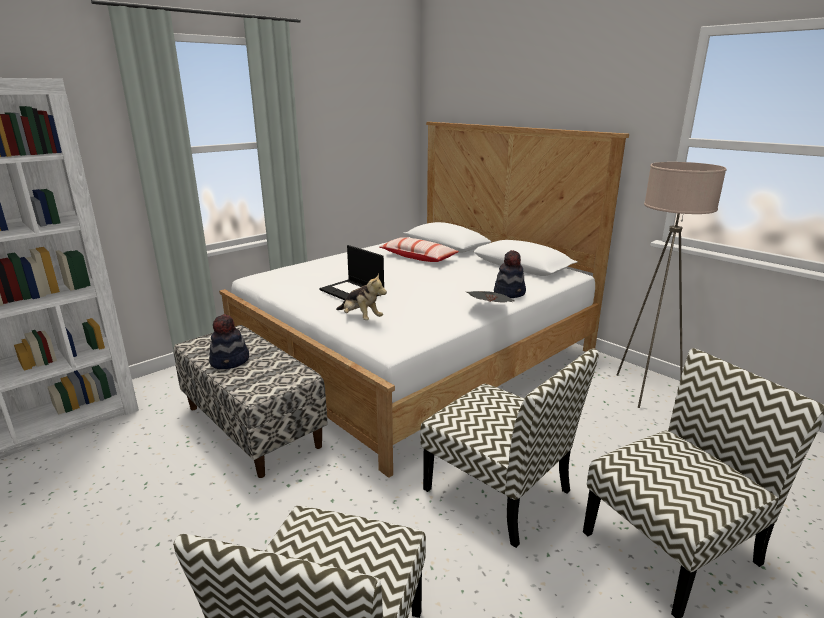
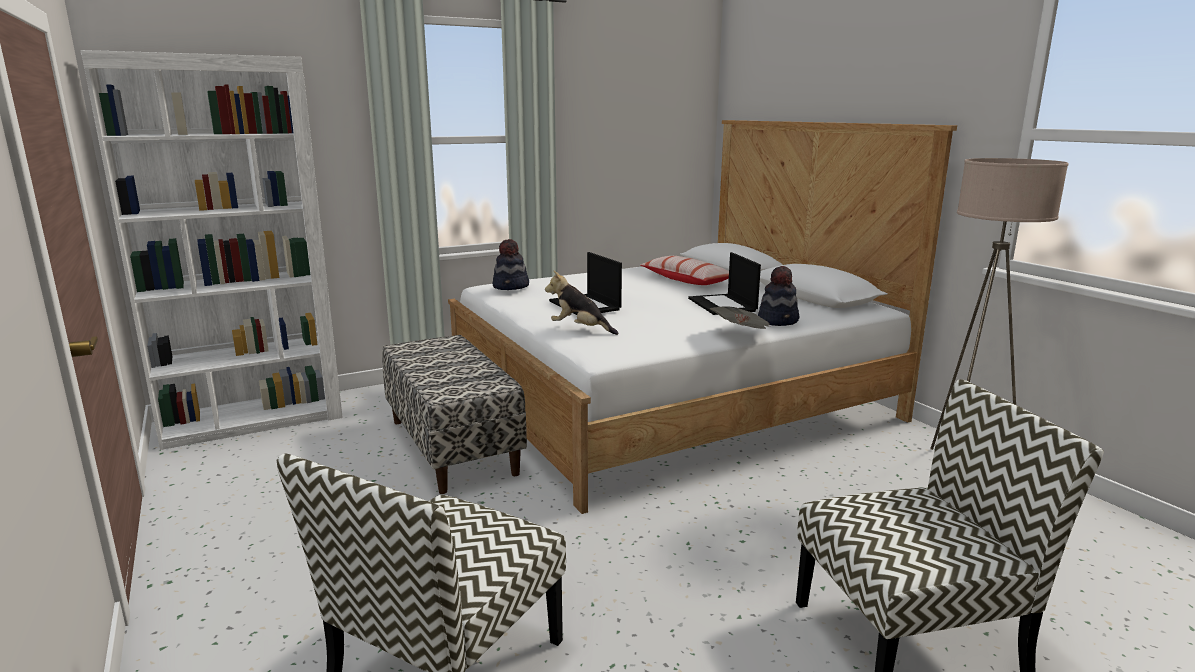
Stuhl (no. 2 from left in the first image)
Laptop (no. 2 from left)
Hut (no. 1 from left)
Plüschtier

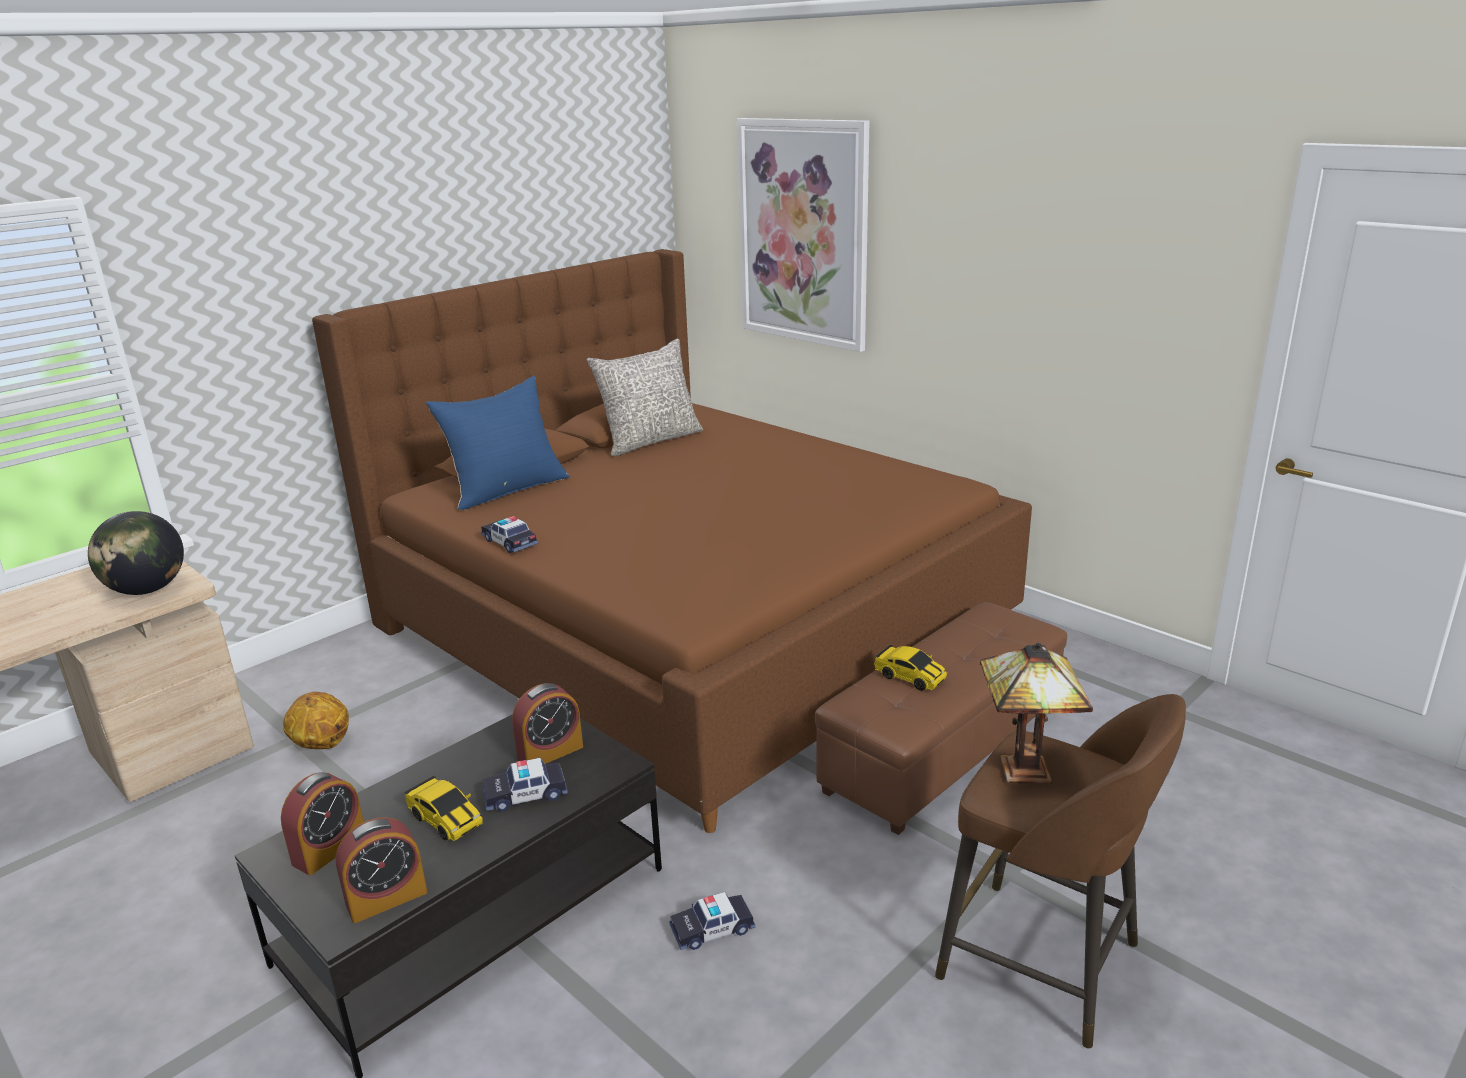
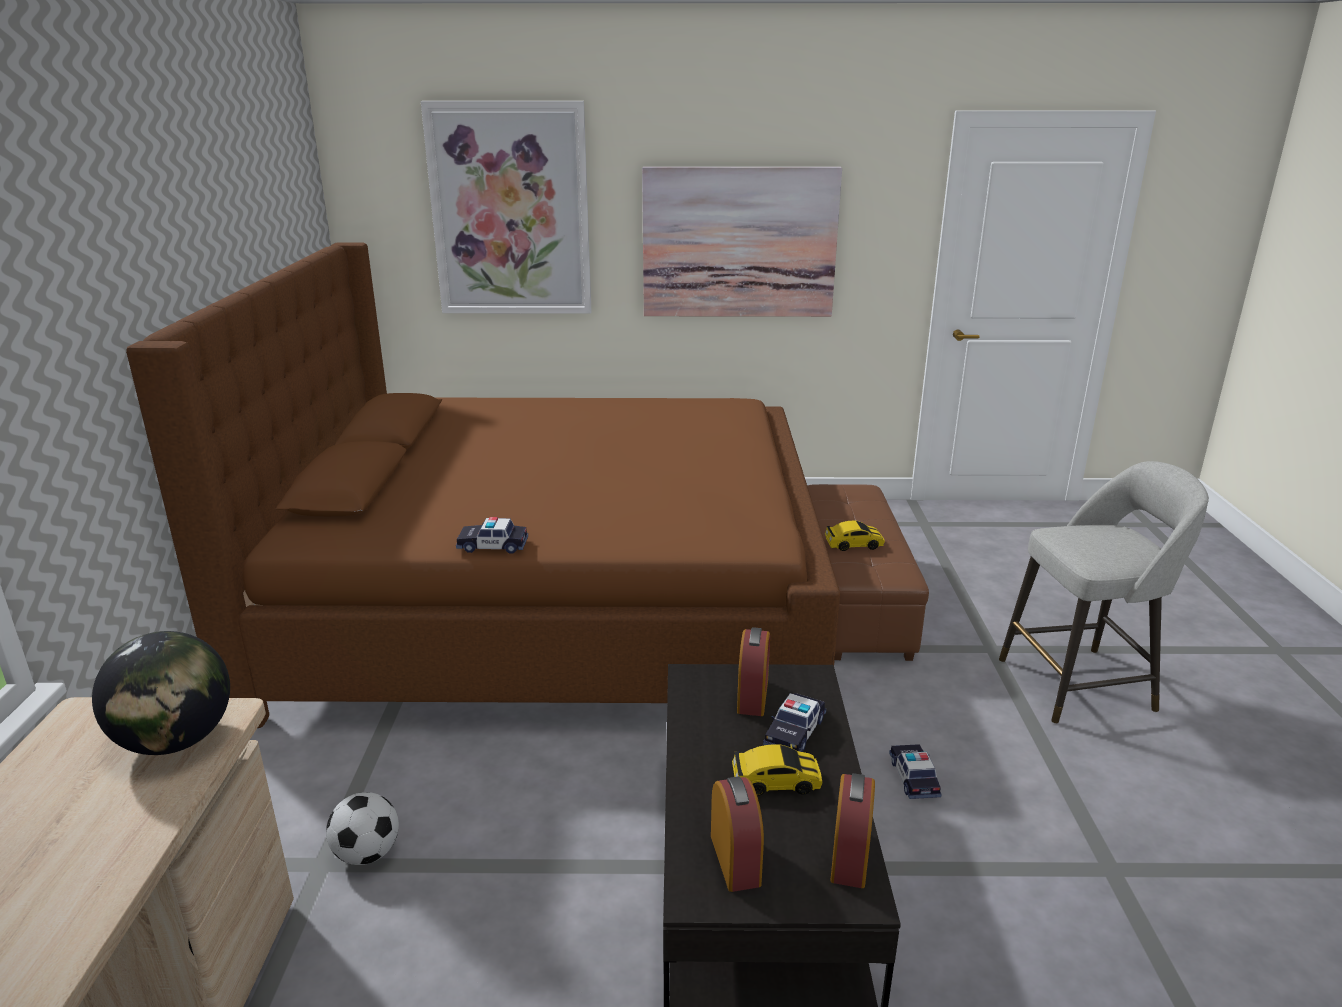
Kissen (blau)
Kissen (grau)
Tischlampe
Bild (no. 2 from left)
Fußball
Hocker (grau)
Spielzeugauto (no. 5 from left)

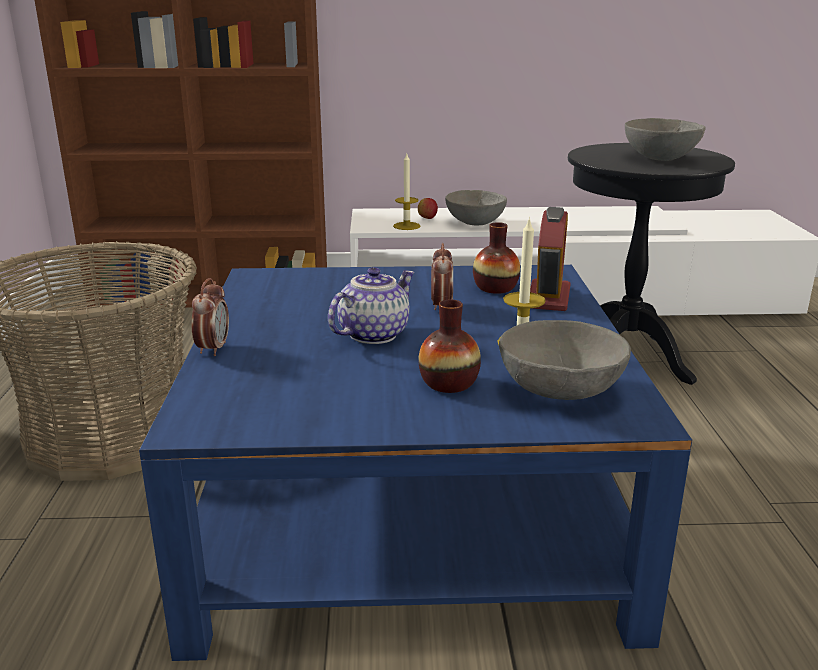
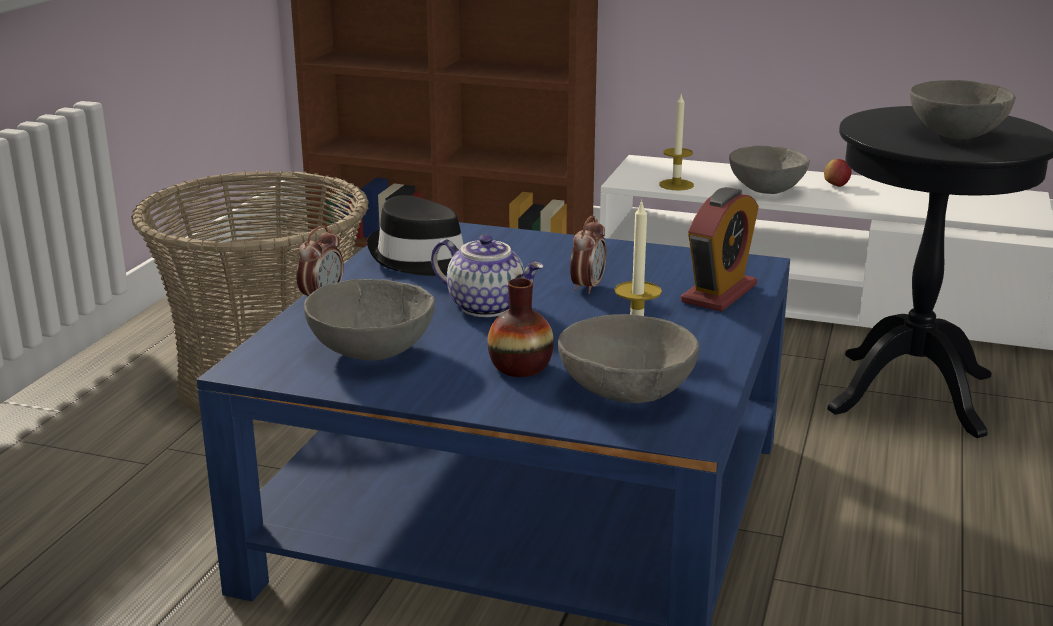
Vase (no. 2 from left in the first image)
Schüssel (grau) (no. 1 from left)
Hut (schwarz)
Apfel
Teekanne

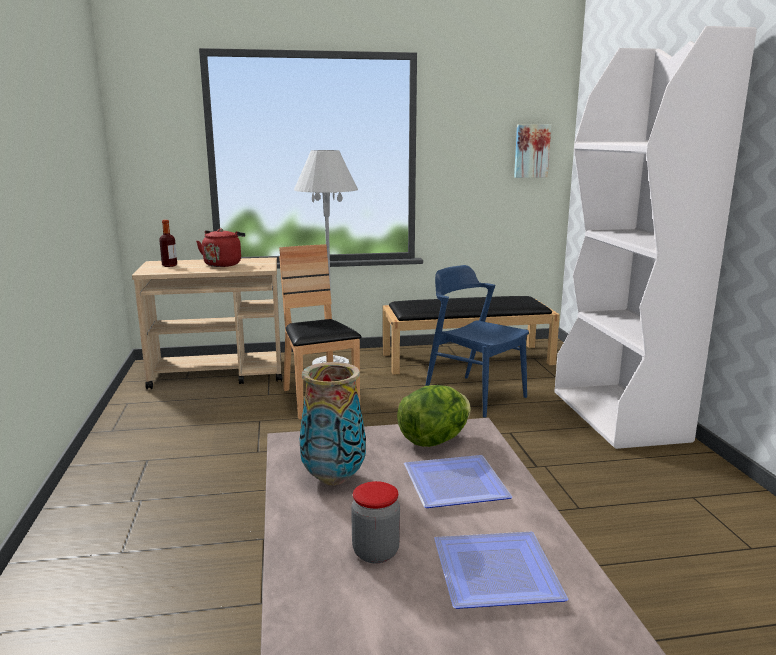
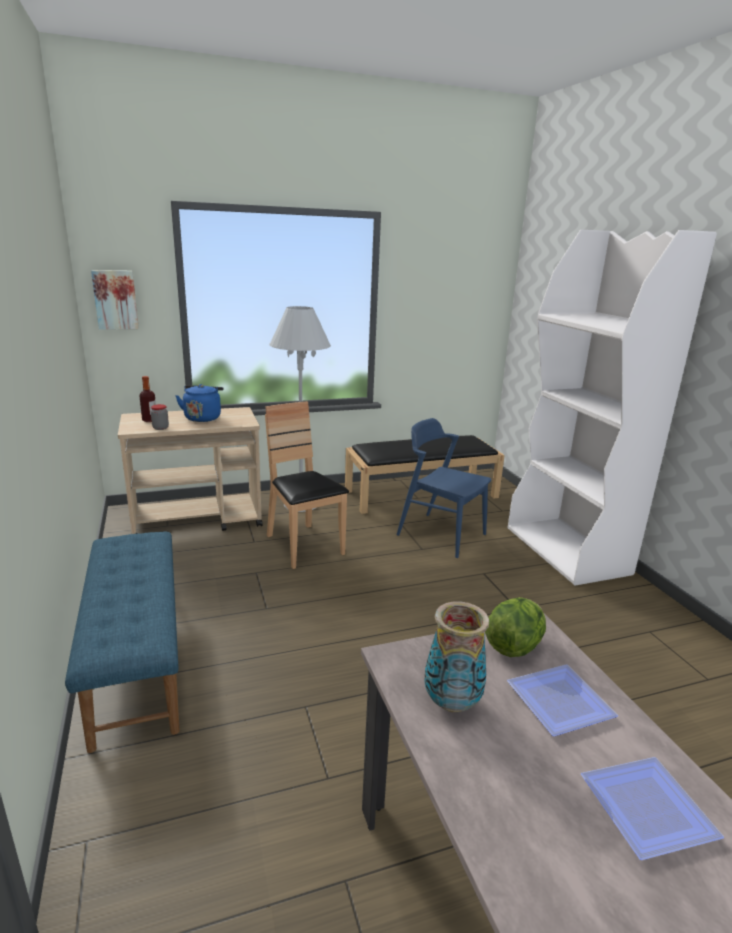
Bank (blau)
Vorratsglas
Bild
Wasserkessel (blau)

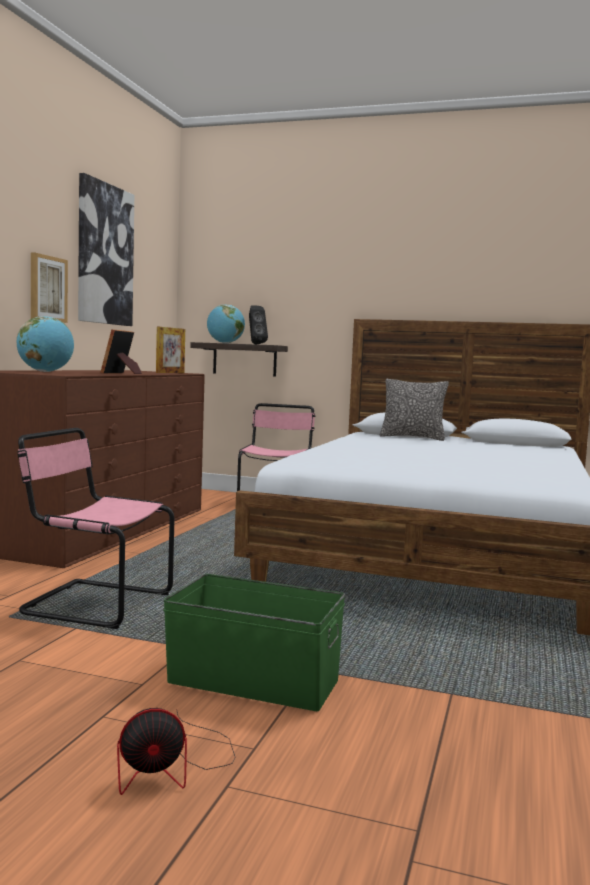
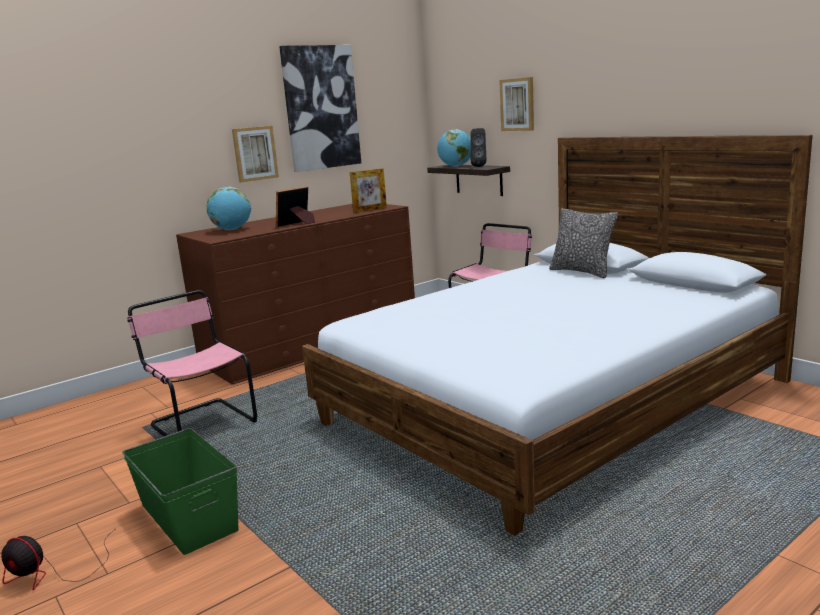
Bild (no. 3 from left)

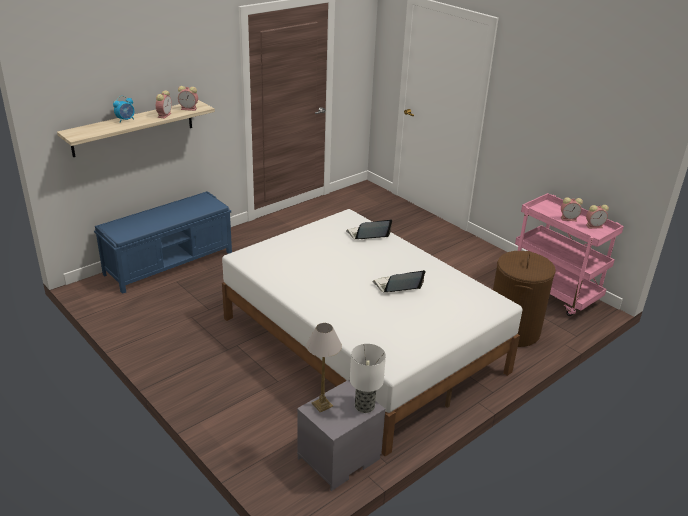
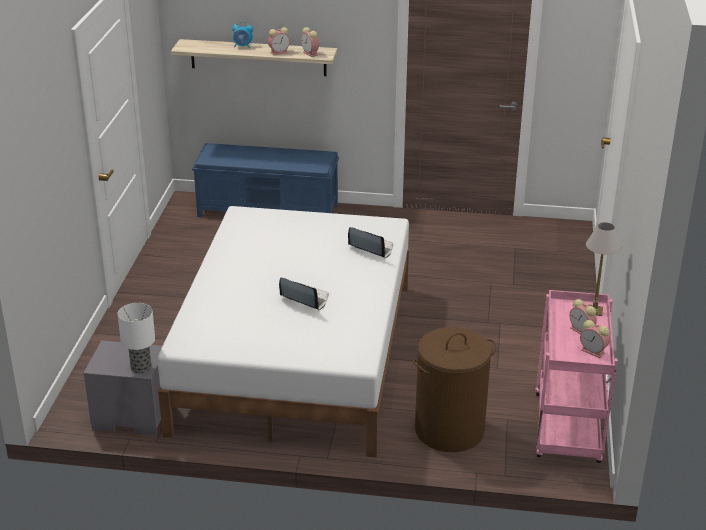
Tischlampe (no. 2 from left)

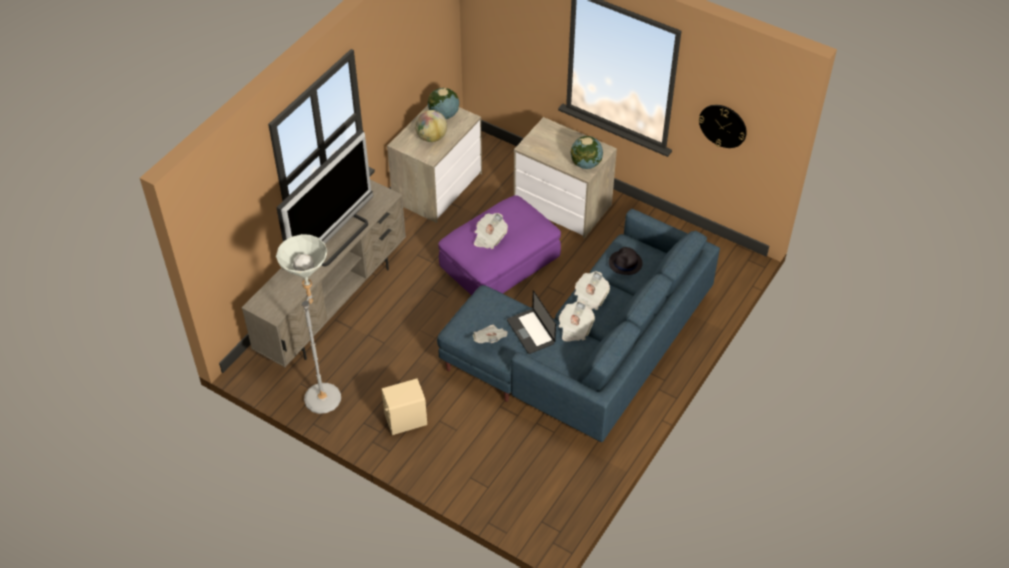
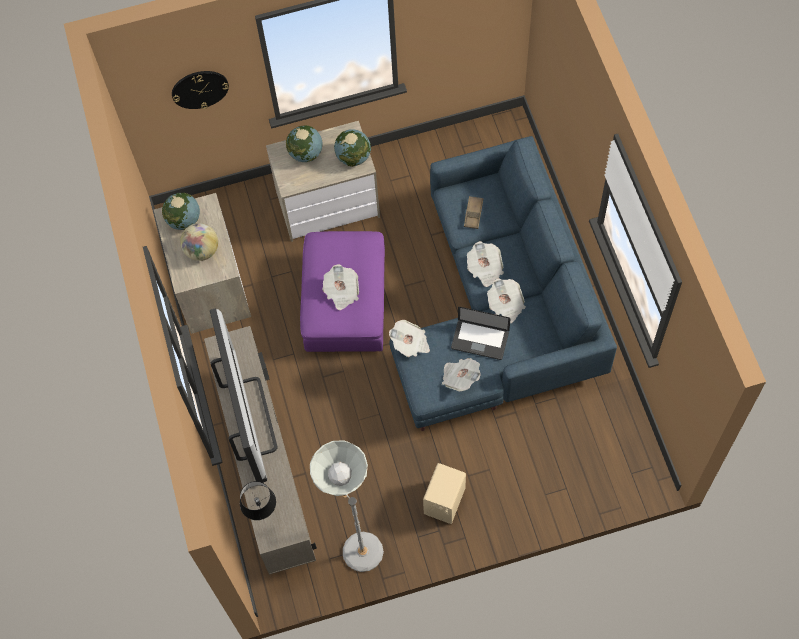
Tischlampe (schwarz)
Globus (no. 3 from left)
Zeitung (no. 2 from left)
Wanduhr
Tablett (braun)

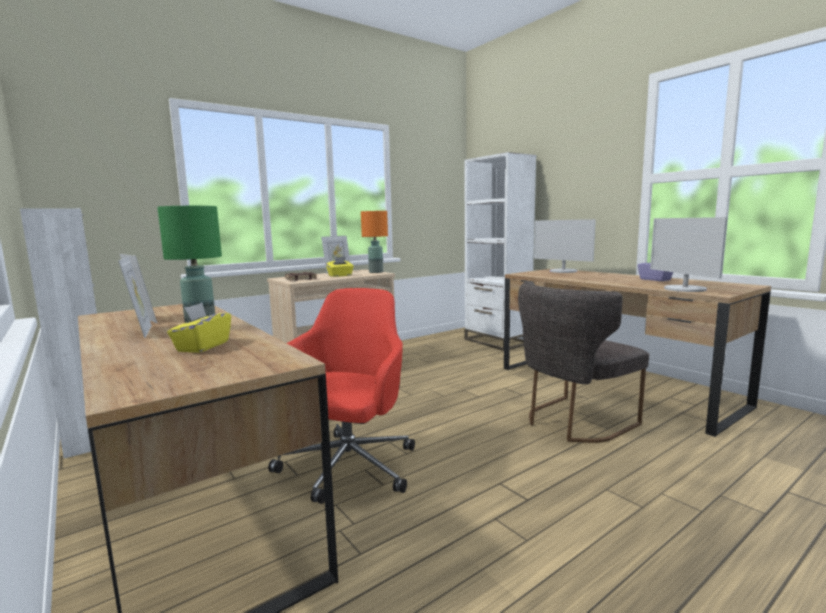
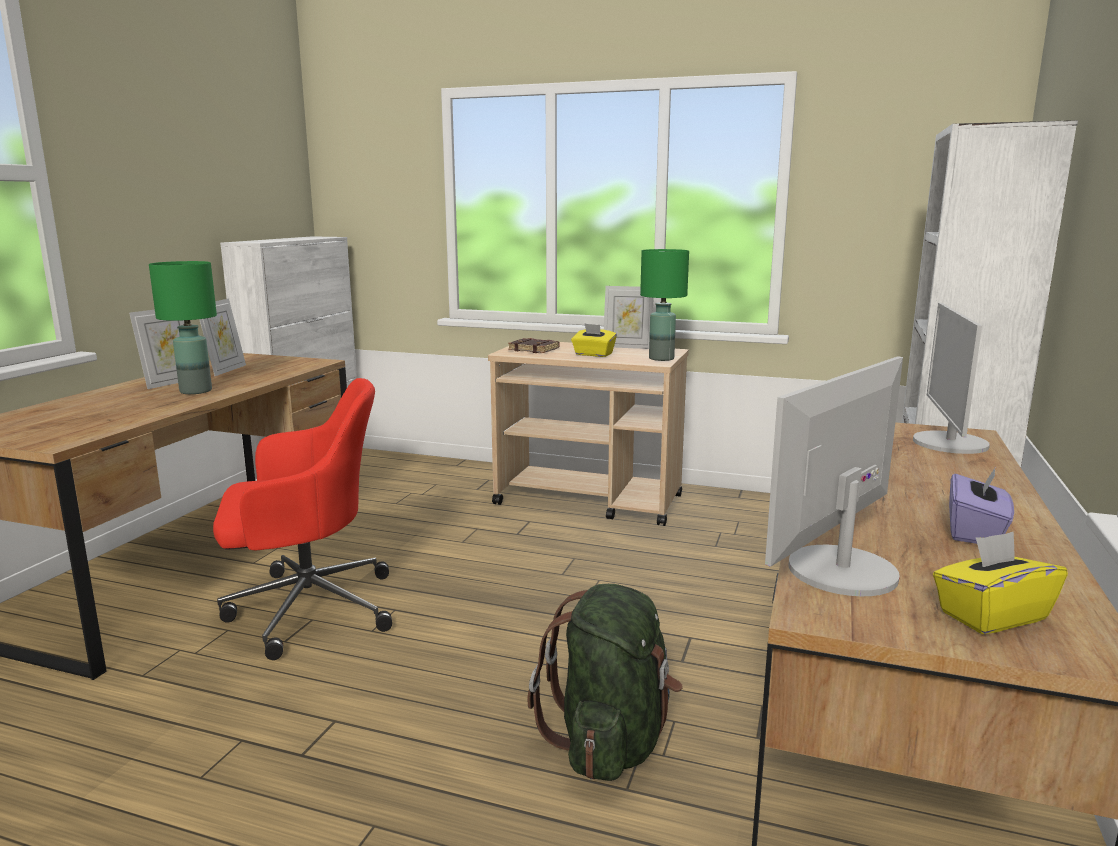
Taschentuchbox (gelb) (no. 2 from left)
Rucksack (grün)
Tischlampe (grün) (no. 2 from left)

